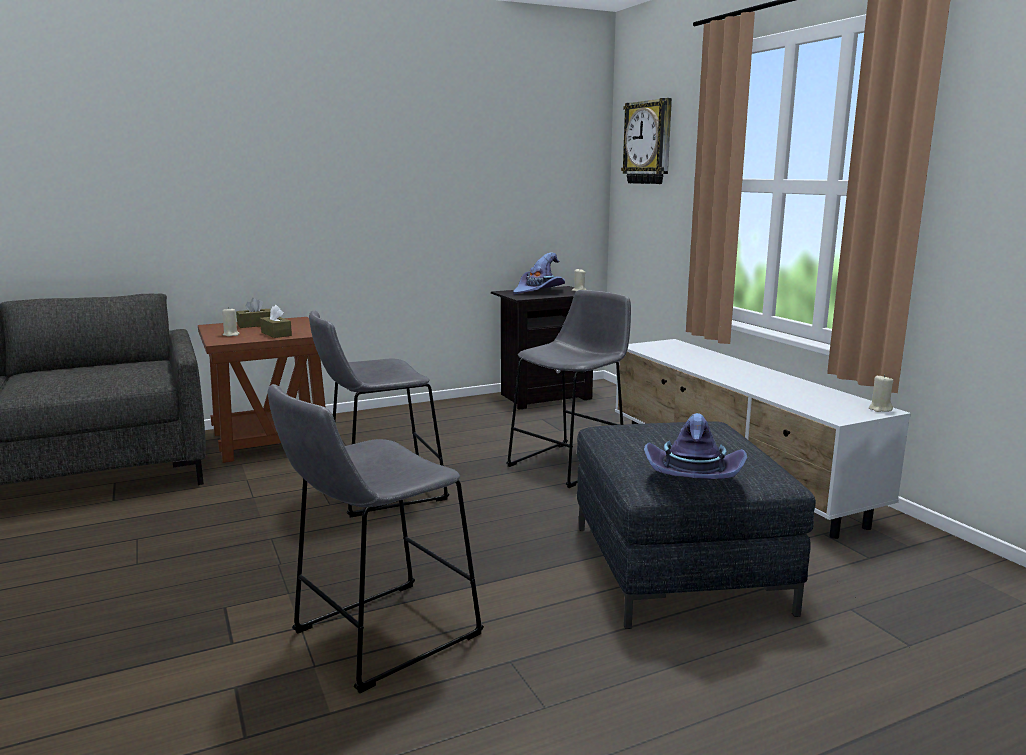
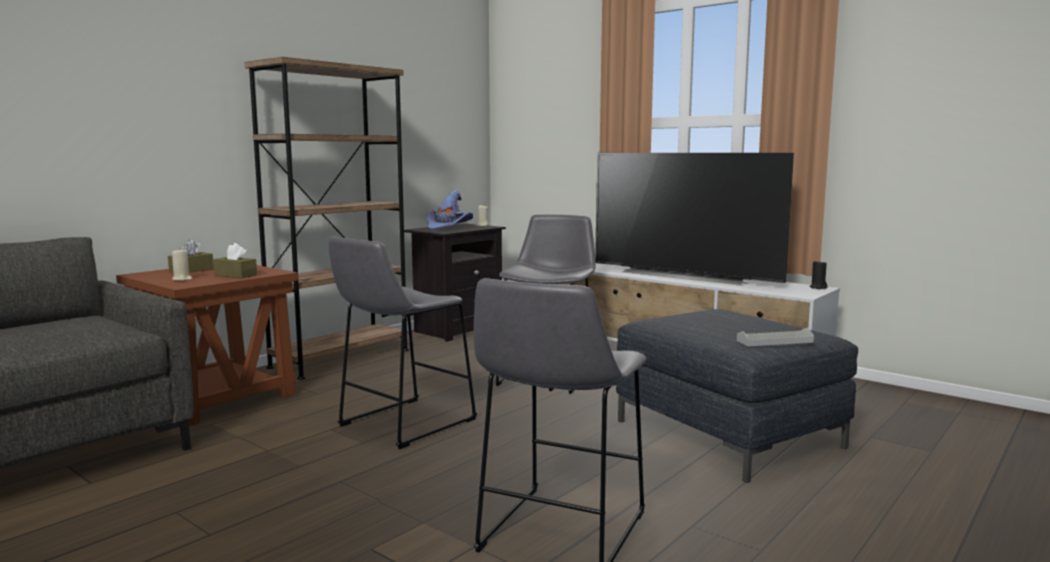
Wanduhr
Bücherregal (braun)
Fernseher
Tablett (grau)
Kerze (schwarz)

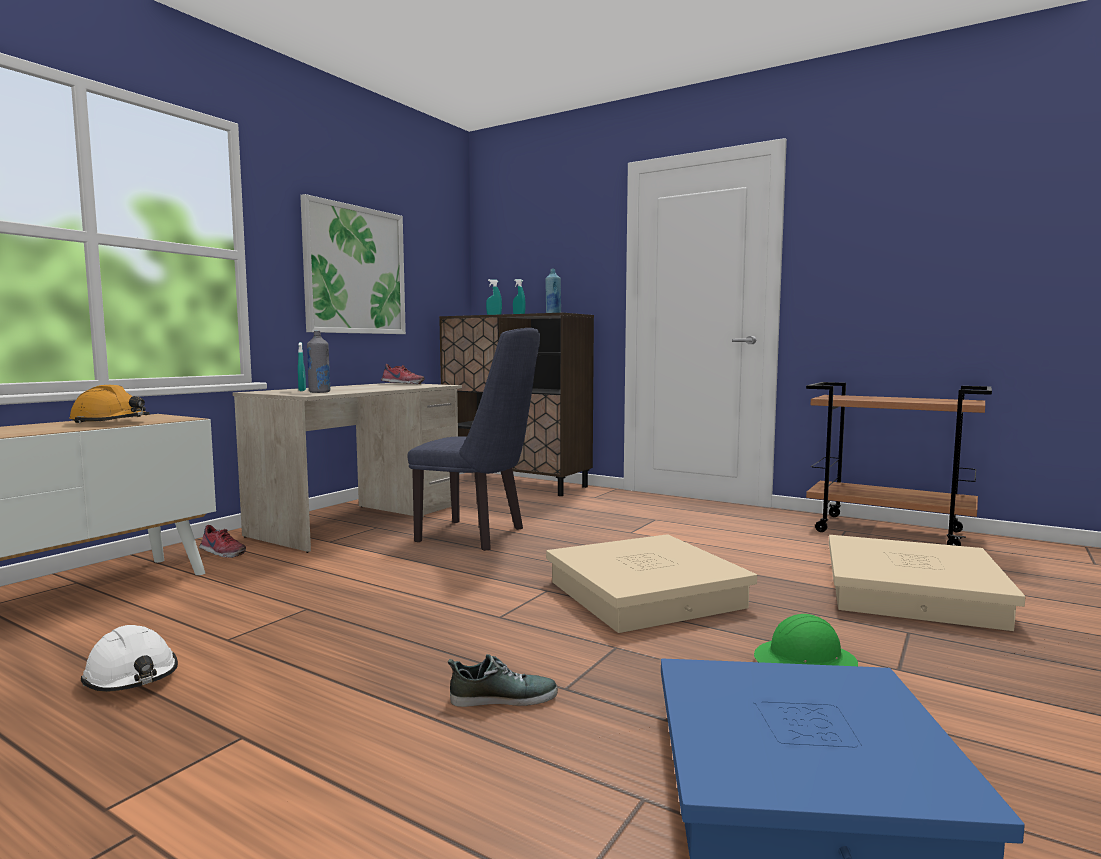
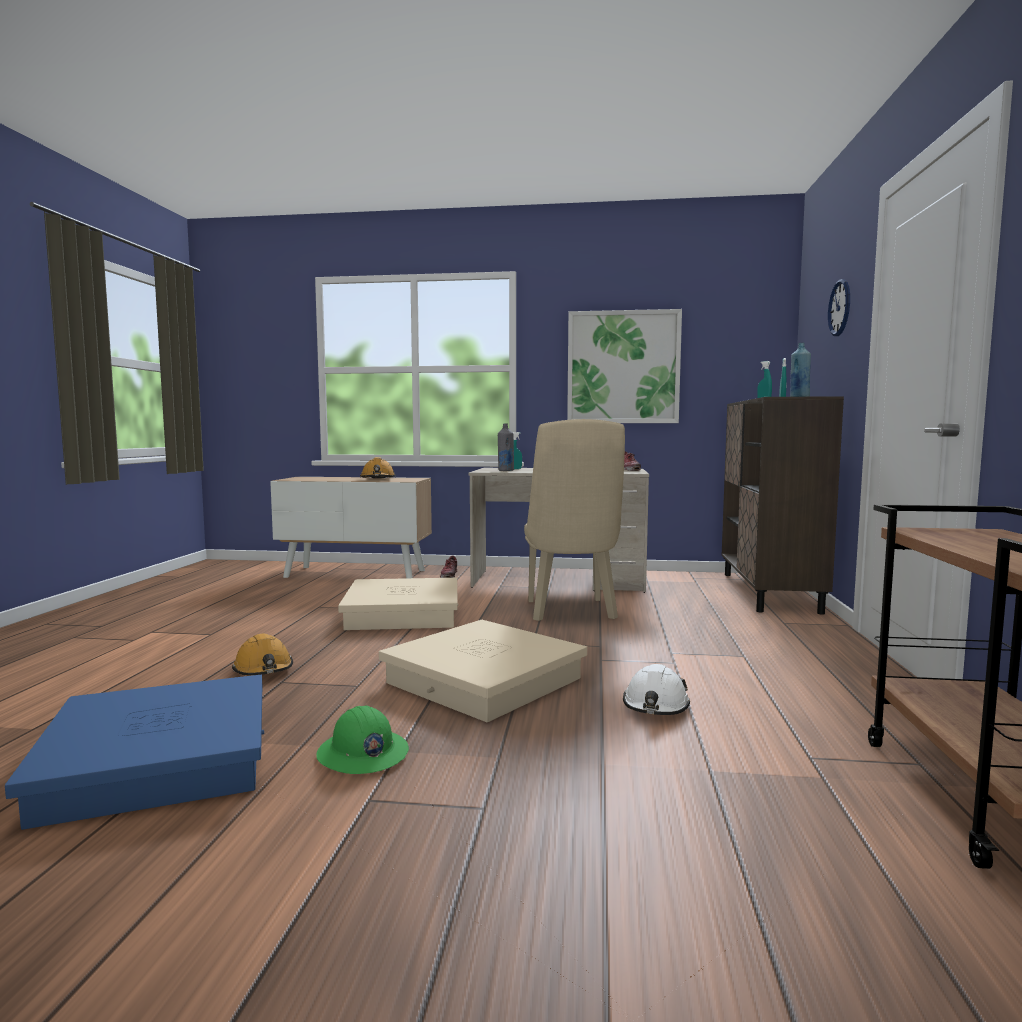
Wanduhr
Schutzhelm (weiß)
Aufbewahrungsbox (beige) (no. 1 from left)
Schutzhelm (orange) (no. 1 from left)
Stuhl (beige)

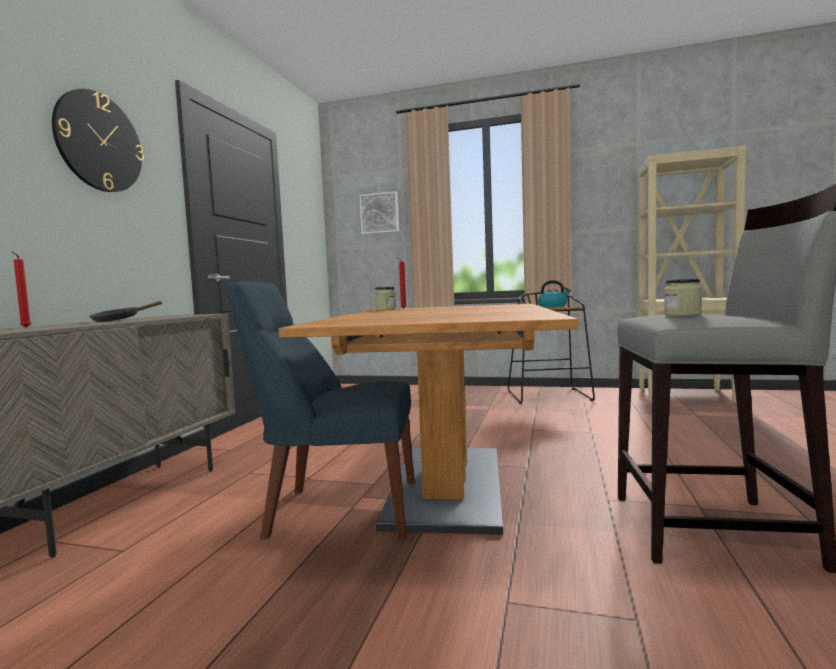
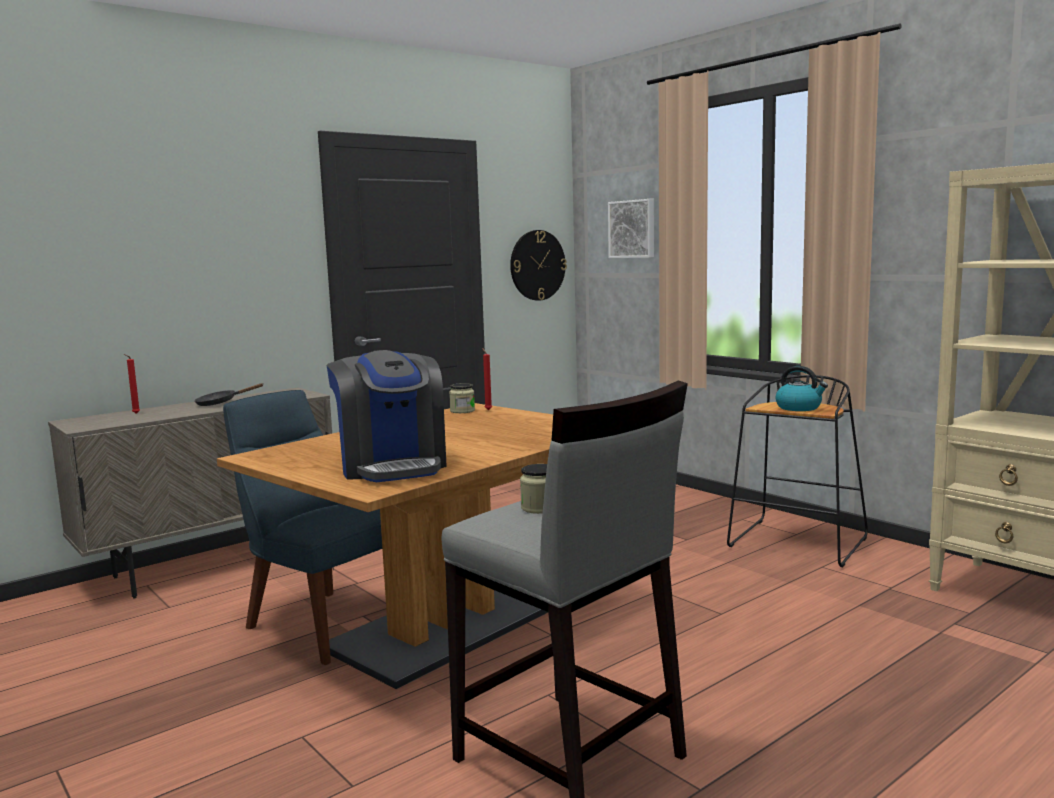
Kaffeemaschine
Wanduhr

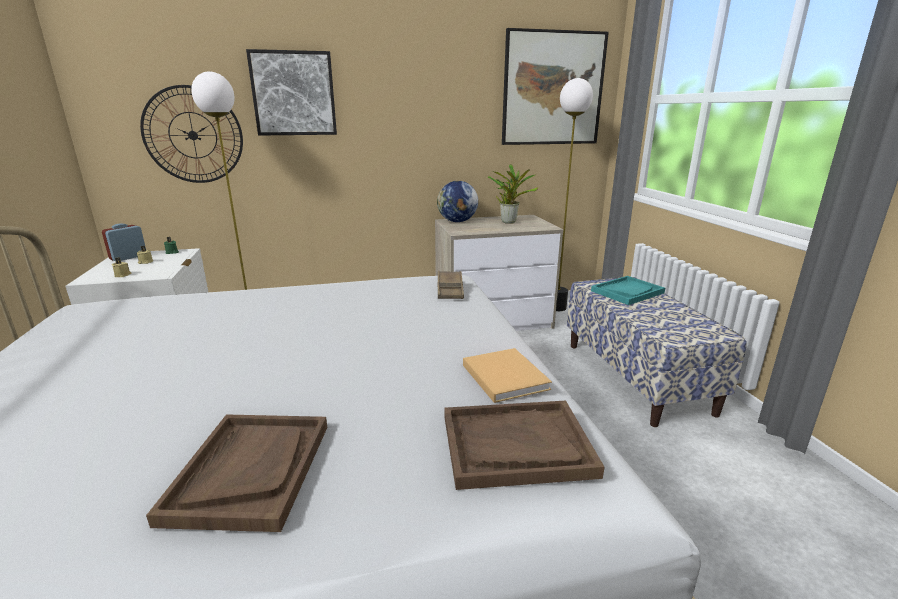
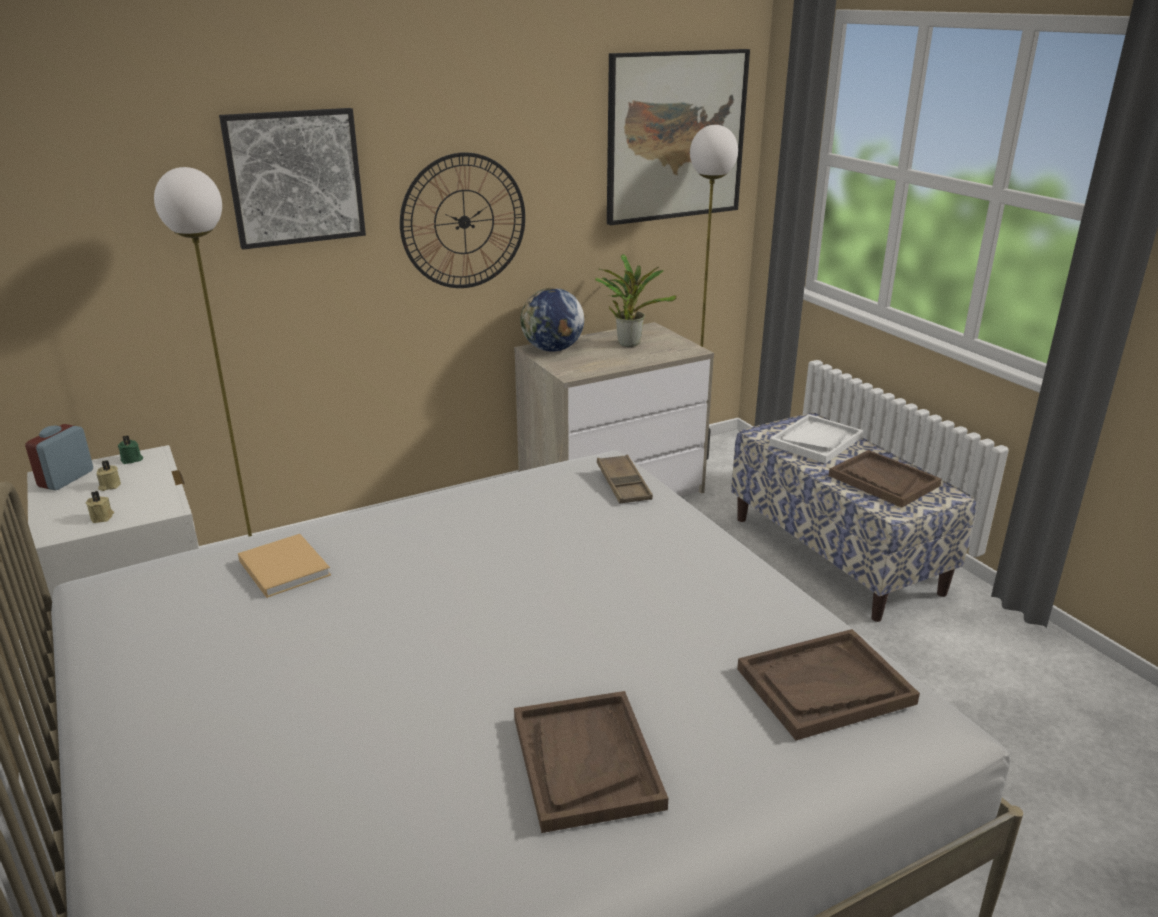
Tablett (braun) (no. 4 from left)
Wanduhr
Buch (beige)
Tablett (weiß)

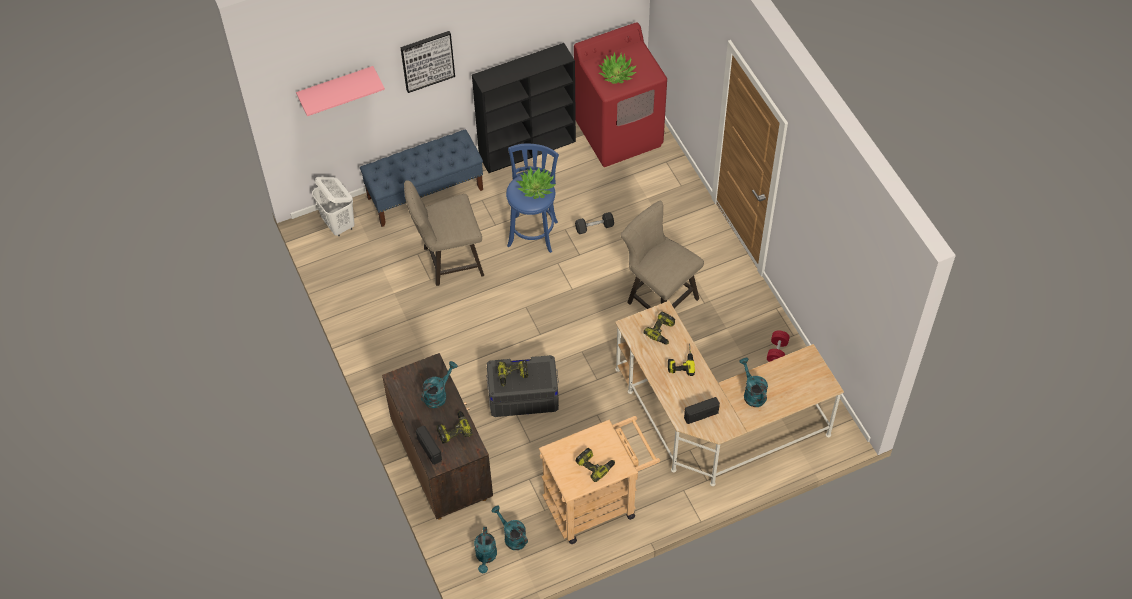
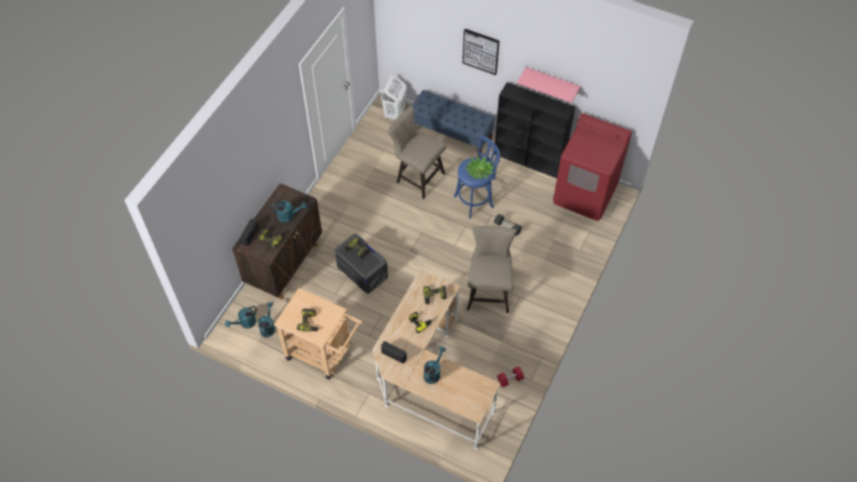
Topfpflanze (no. 2 from left in the first image)
Wandregal (rosa)

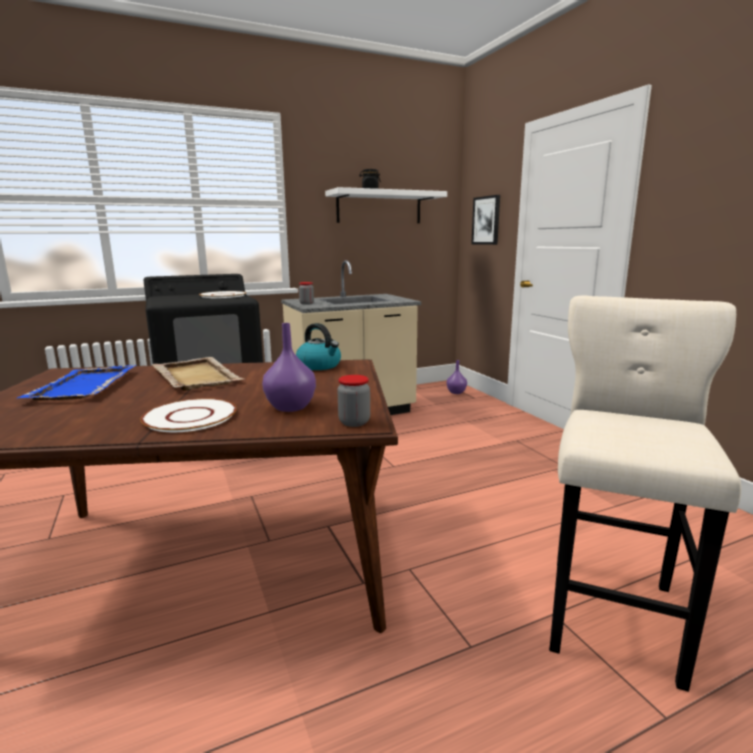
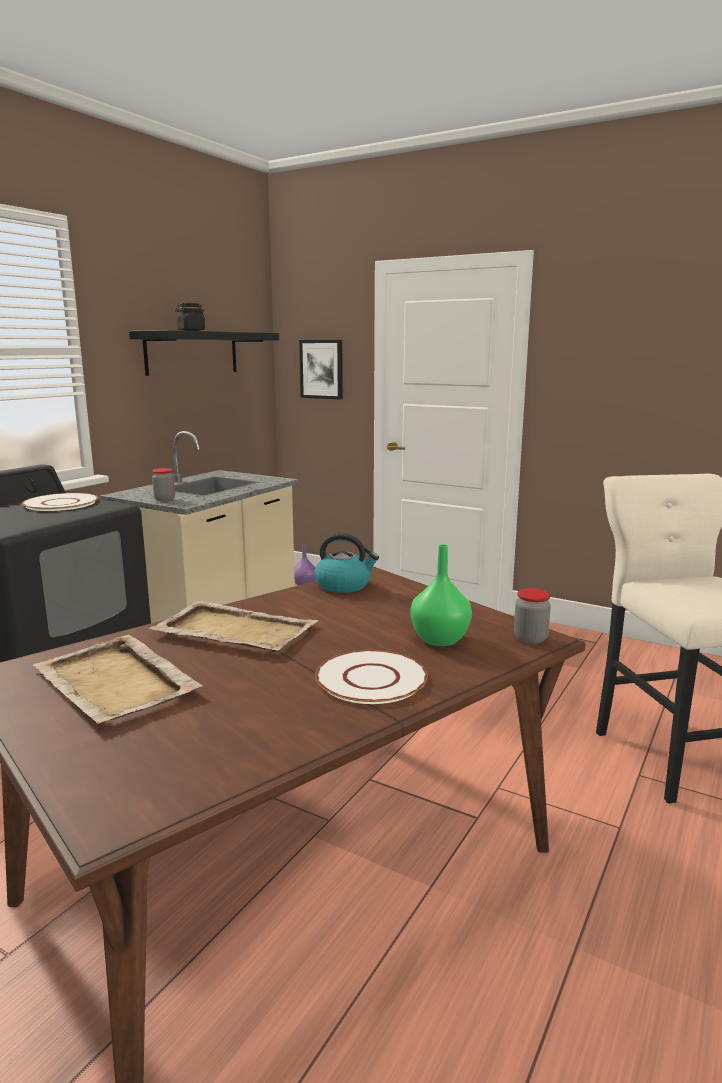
Tablett (beige) (no. 1 from left)
Vase (grün)
Wandregal (schwarz)

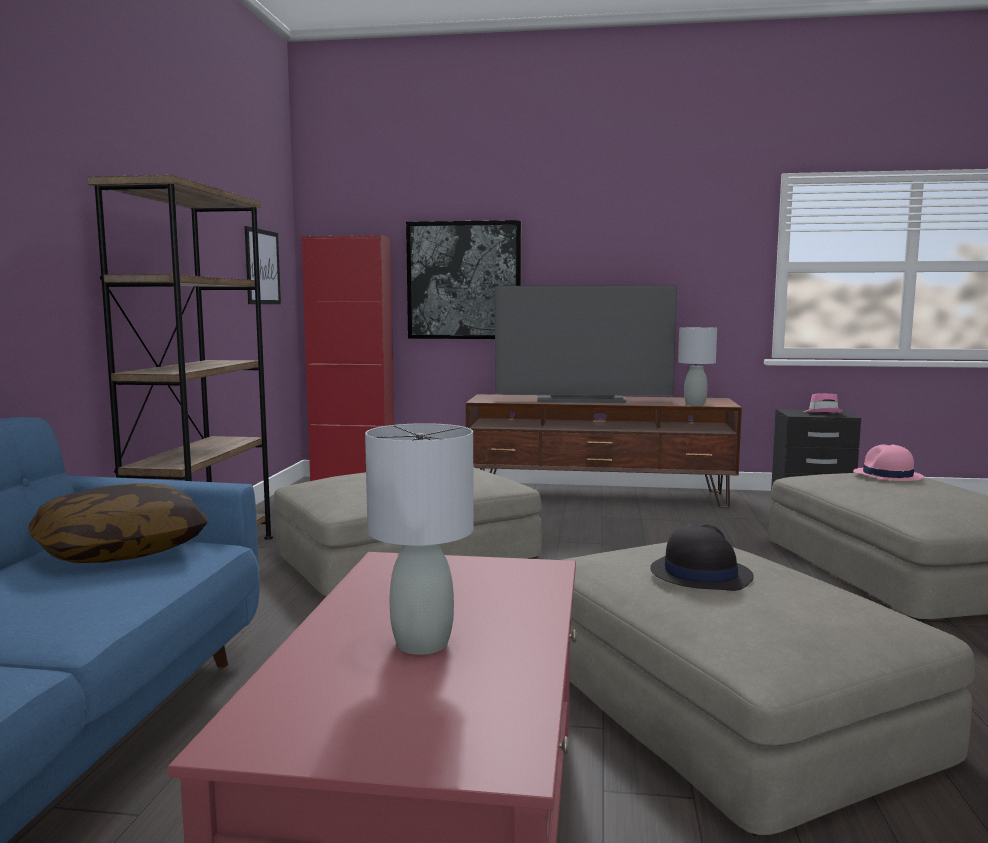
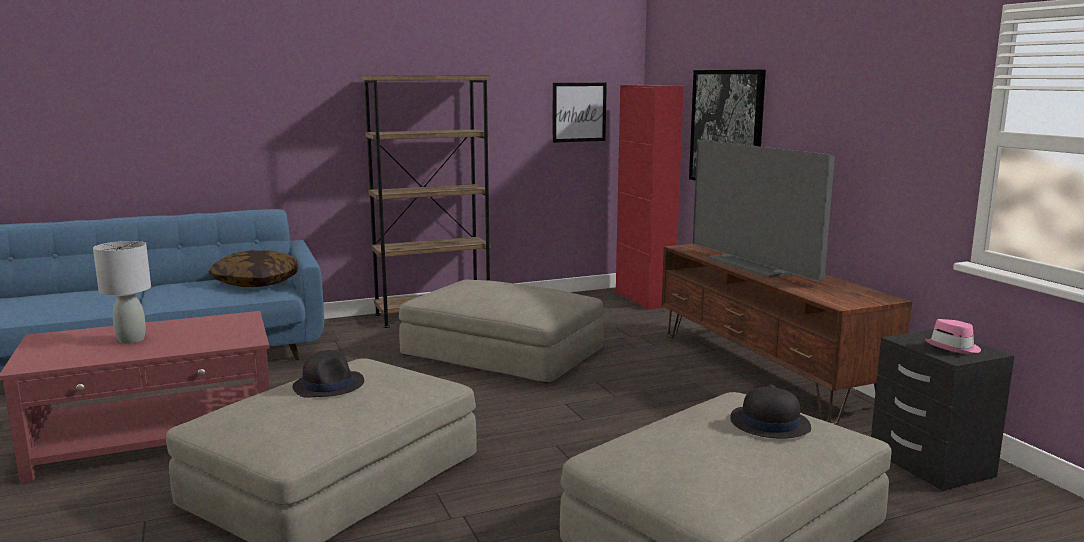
Tischlampe (grau) (no. 2 from left in the first image)
Hut (schwarz) (no. 2 from left)

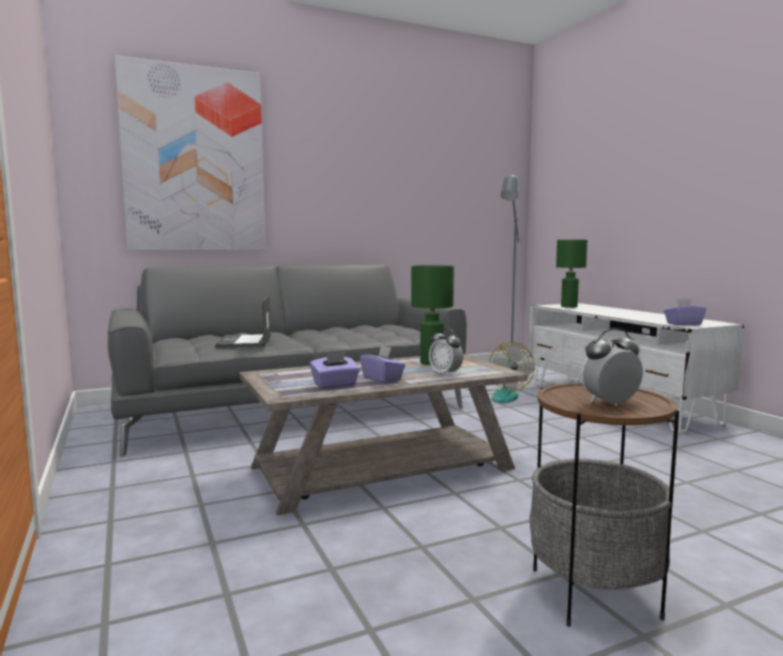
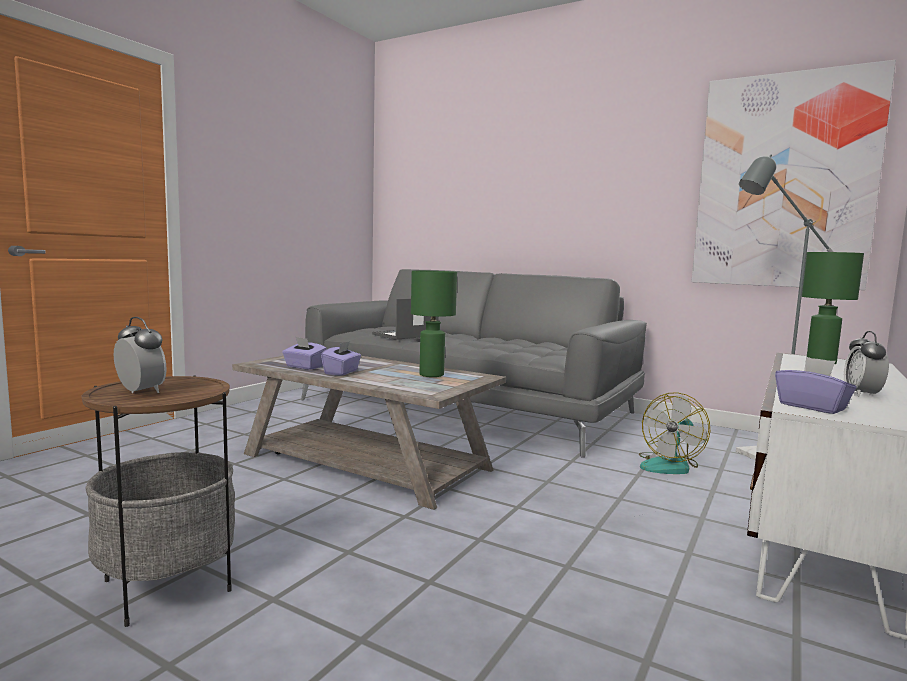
Bild
Wecker (no. 2 from left)

